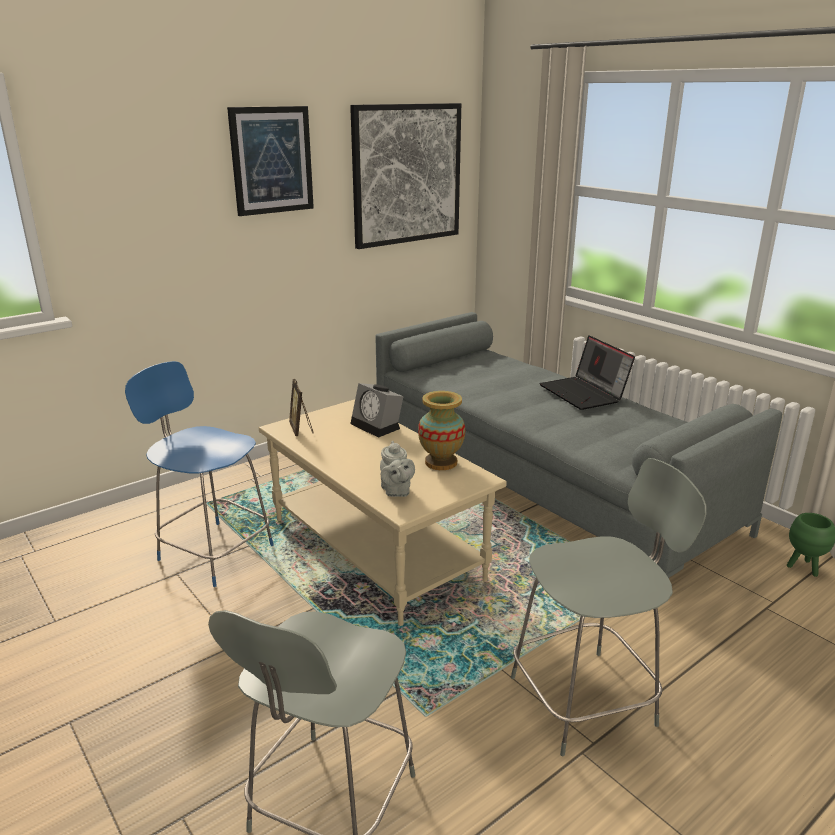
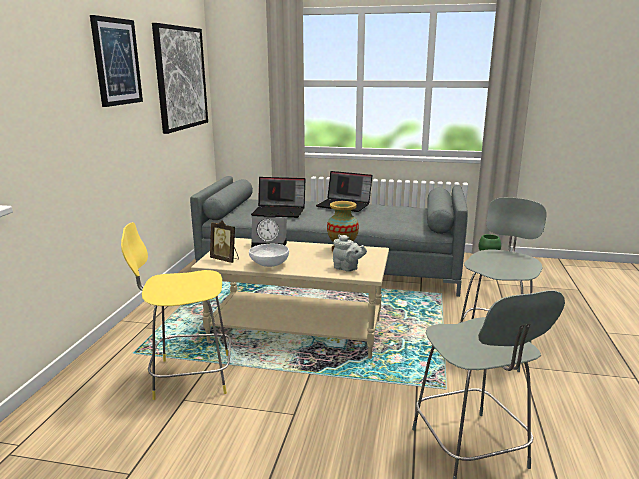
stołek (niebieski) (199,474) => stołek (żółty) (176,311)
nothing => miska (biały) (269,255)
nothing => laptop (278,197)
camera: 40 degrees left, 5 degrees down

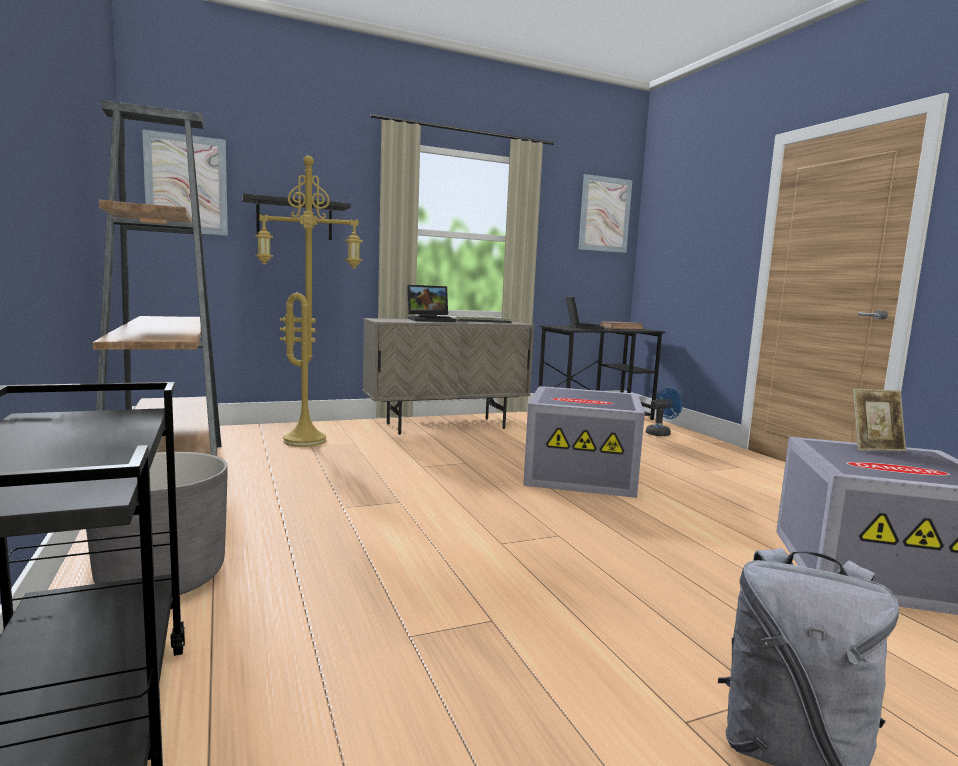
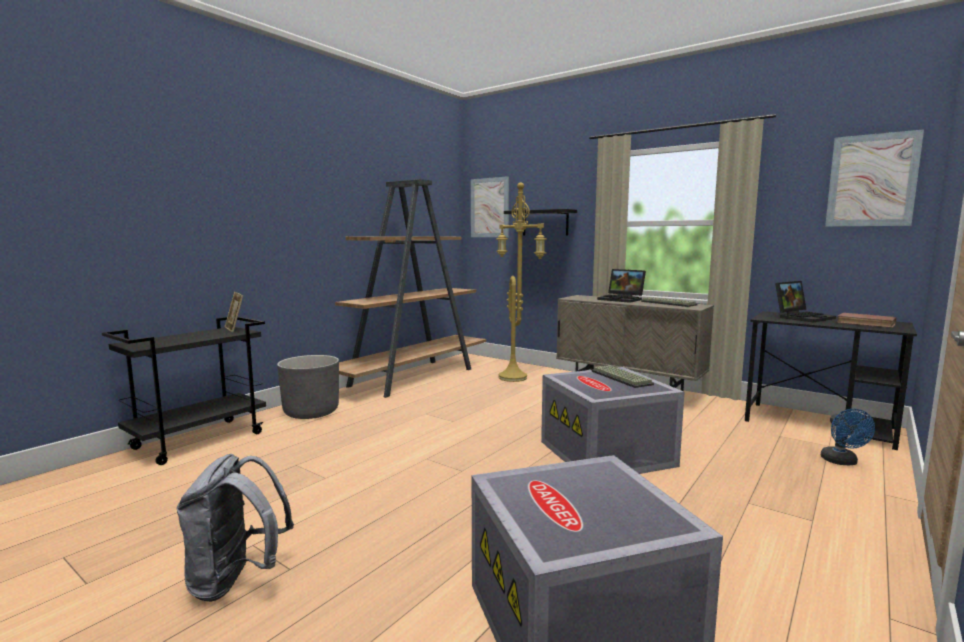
wentylator (niebieski) (664,412) => wentylator (niebieski) (848,437), 60 degrees clockwise
ramka na zdjęcie (879,420) => ramka na zdjęcie (234,312), moved
nothing => klawiatura (622,376)
camera: 60 degrees right, 0 degrees up

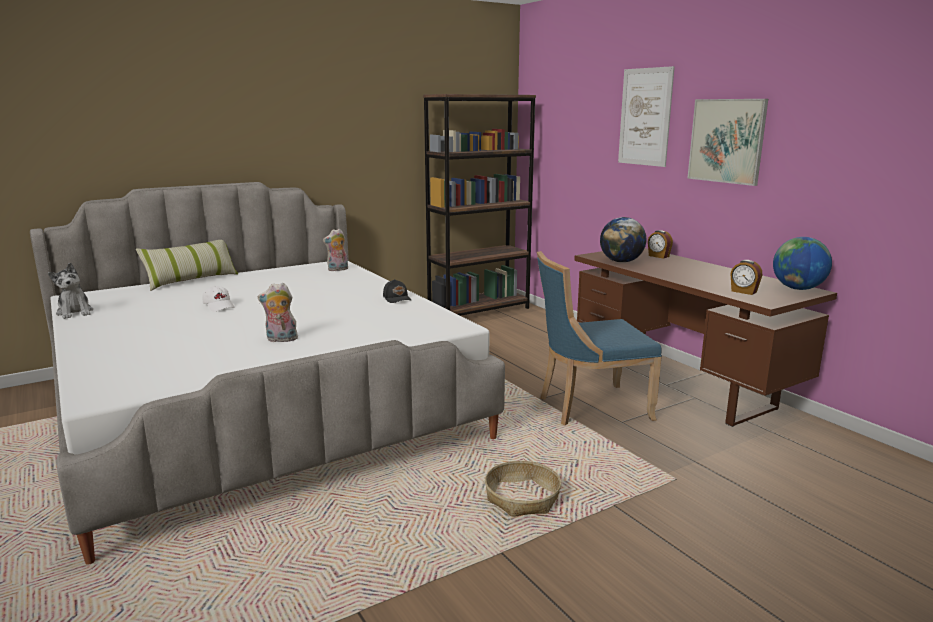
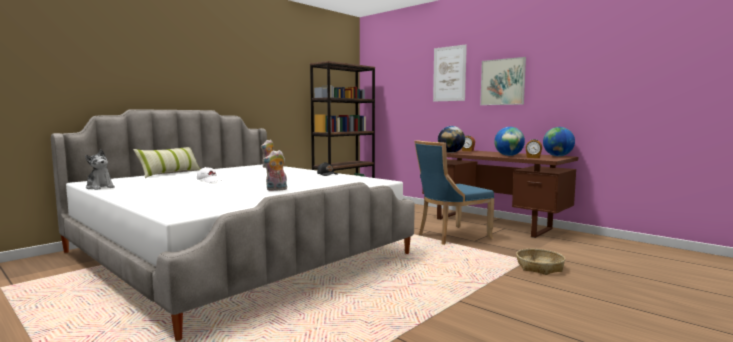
koszyk (523,489) => koszyk (540,262), moved
nothing => globus (509,141)
camera: 15 degrees left, 10 degrees down

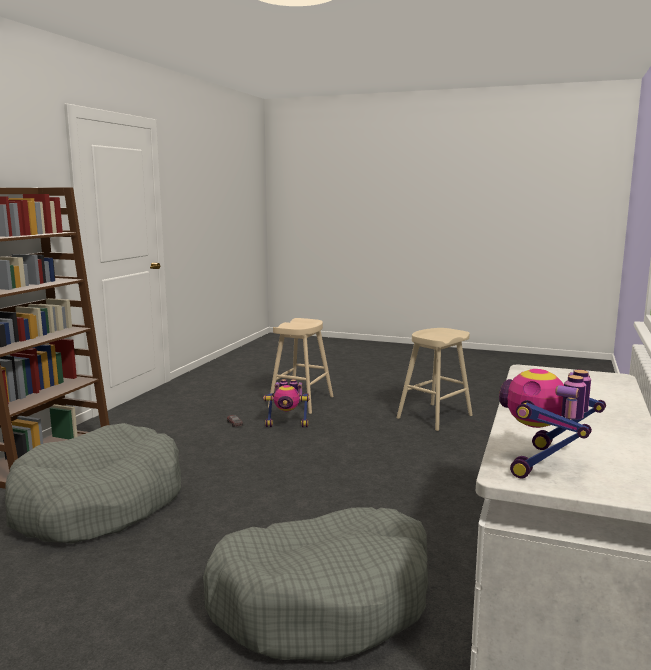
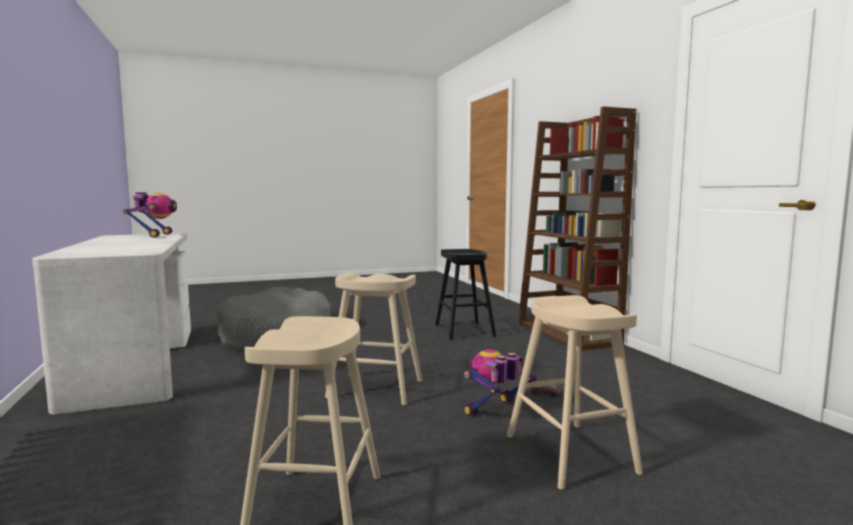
legowisko (szary) (93,483) => stołek (czarny) (465,294)
nothing => stołek (beżowy) (373,339)
camera: 140 degrees right, 5 degrees down

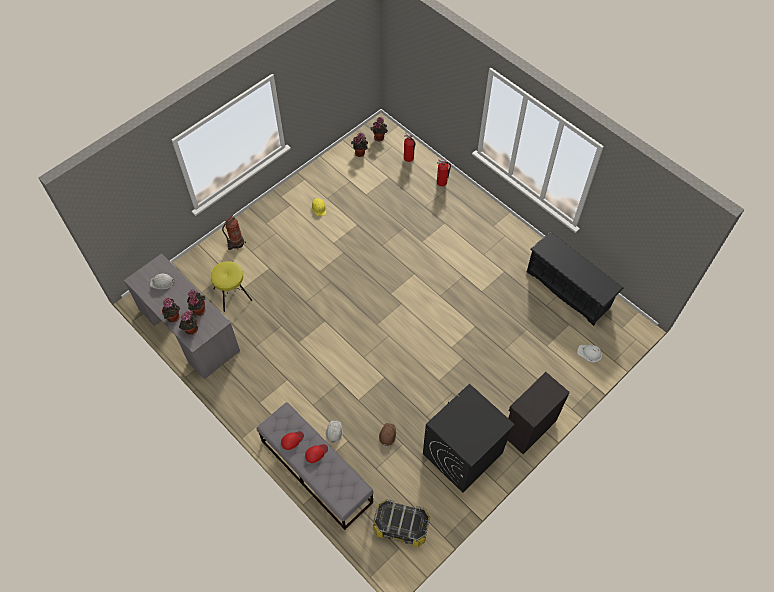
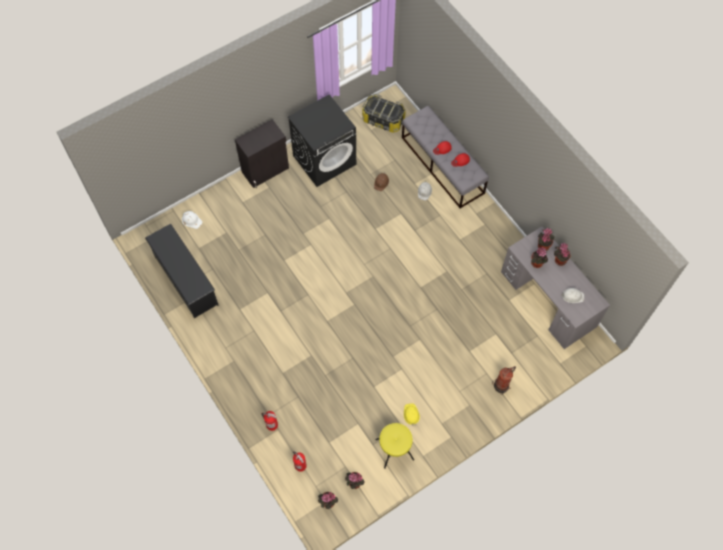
stołek (żółty) (231,286) => stołek (żółty) (394,446), moved
camera: 170 degrees left, 5 degrees up

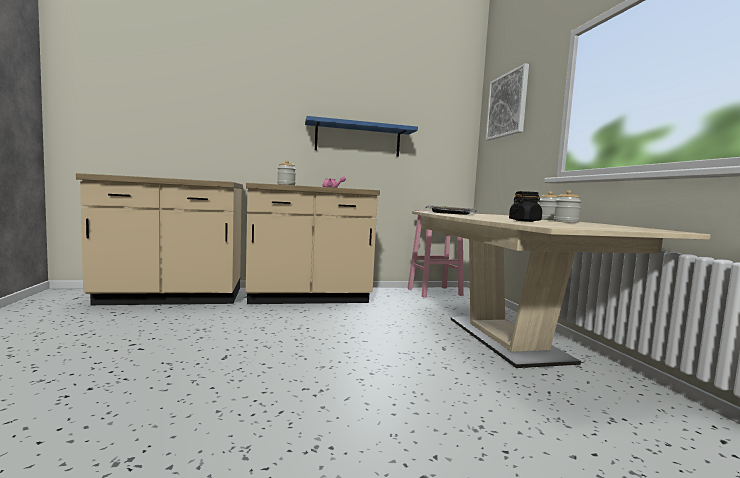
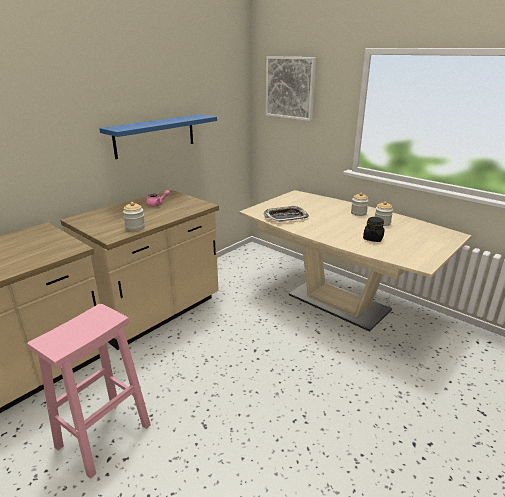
stołek (różowy) (435,254) => stołek (różowy) (89,391), moved
camera: 35 degrees left, 20 degrees up

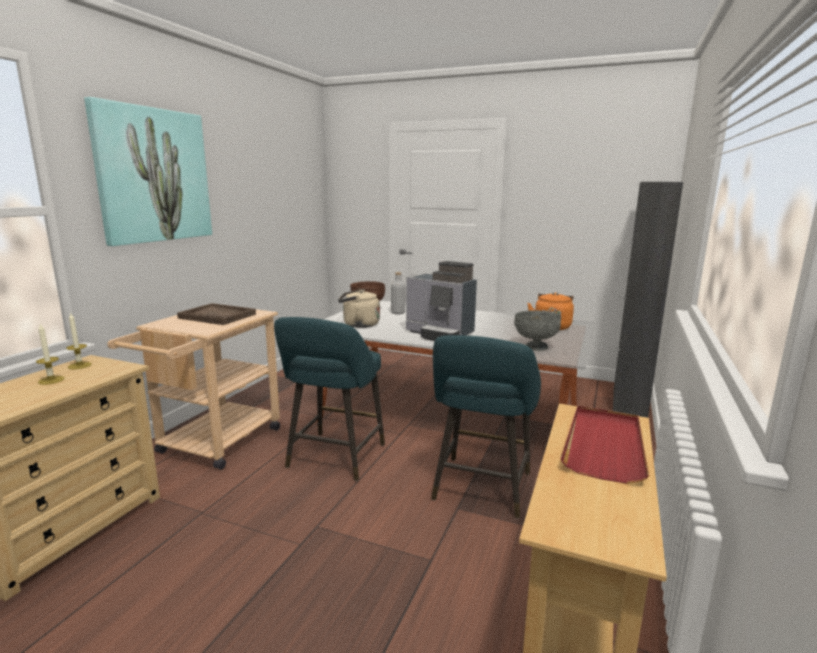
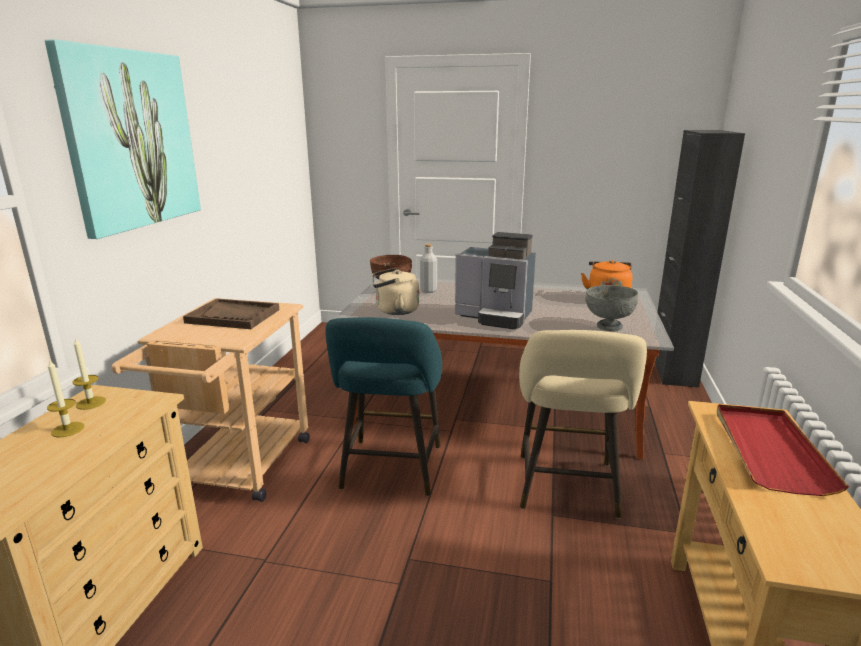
stołek (turkusowy) (486,427) => stołek (beżowy) (583,424)
camera: 10 degrees left, 5 degrees up

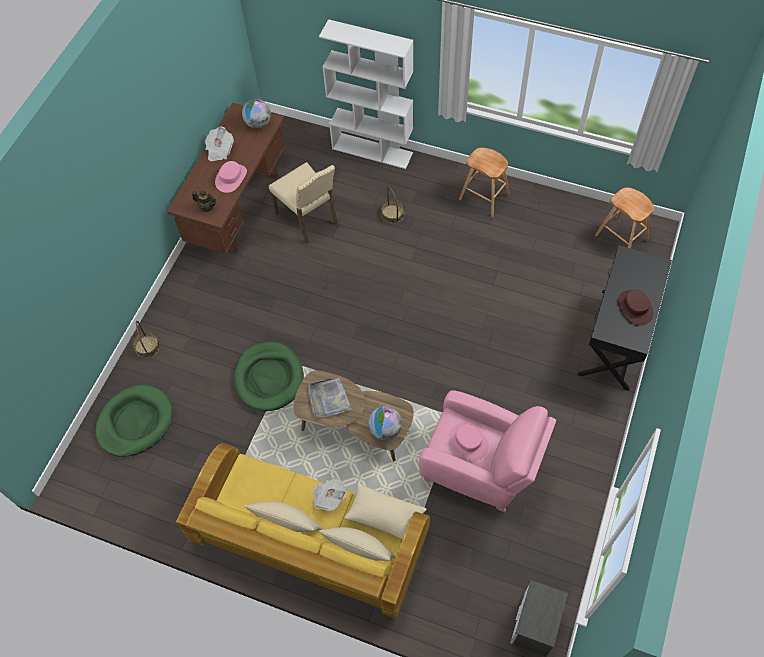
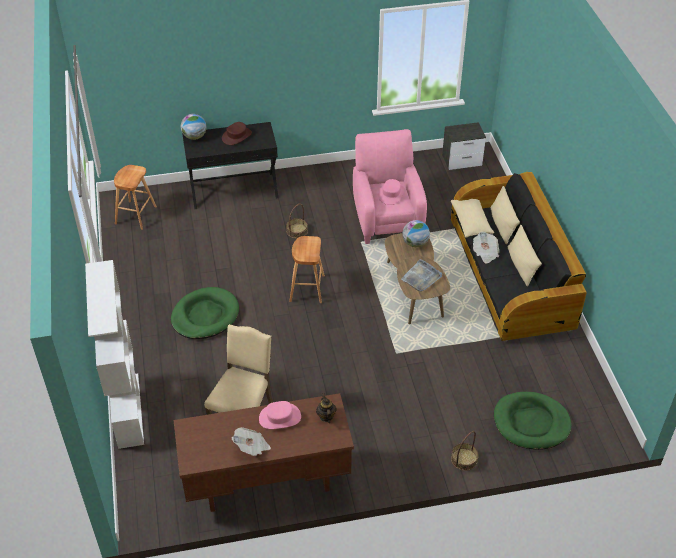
kanapa (żółty) (303,531) => kanapa (czarny) (519,257)
legowisko (zielony) (269,376) => legowisko (zielony) (205,313), moved
globus (256,114) => globus (194,127), moved
koszyk (393,205) => koszyk (297,221), moved
stołek (brązowy) (484,182) => stołek (brązowy) (307,269), moved
camera: 125 degrees left, 15 degrees down

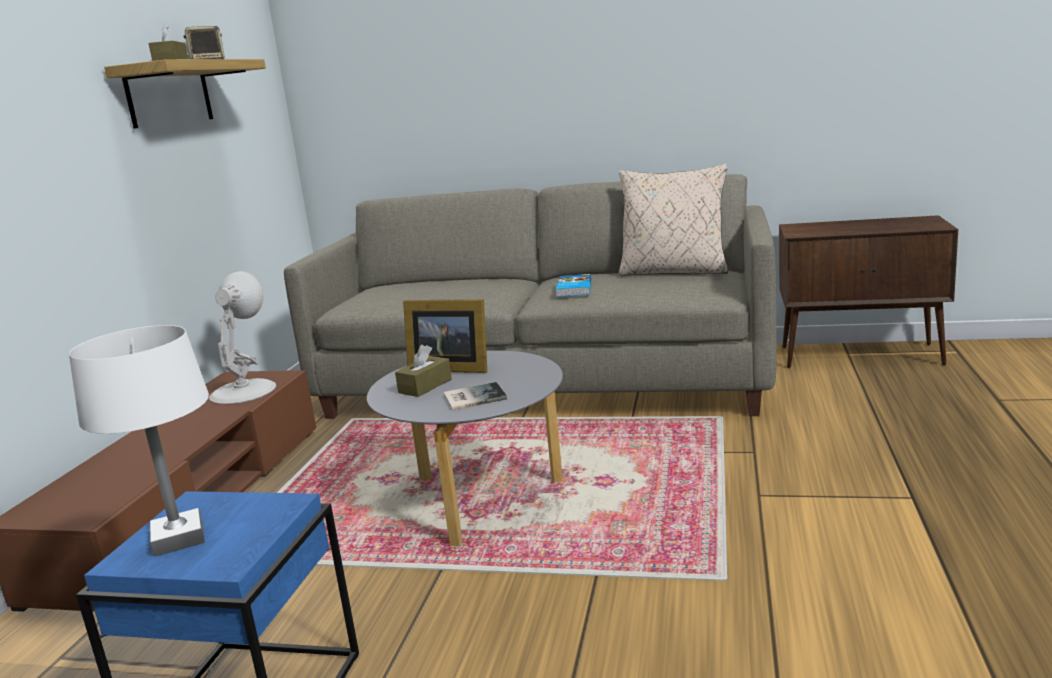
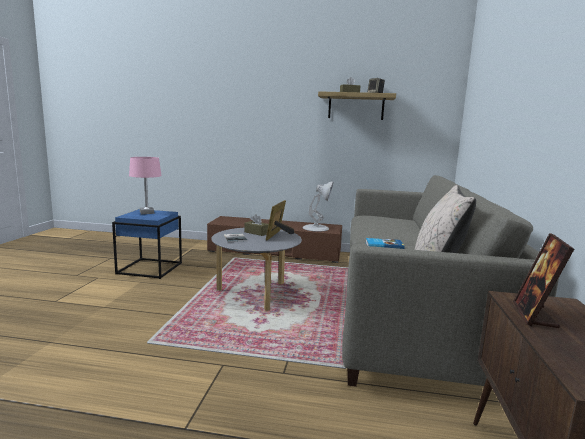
lampa stołowa (biały) (139,441) => lampa stołowa (różowy) (145,185)
nothing => ramka na zdjęcie (543,280)
camera: 85 degrees right, 5 degrees down

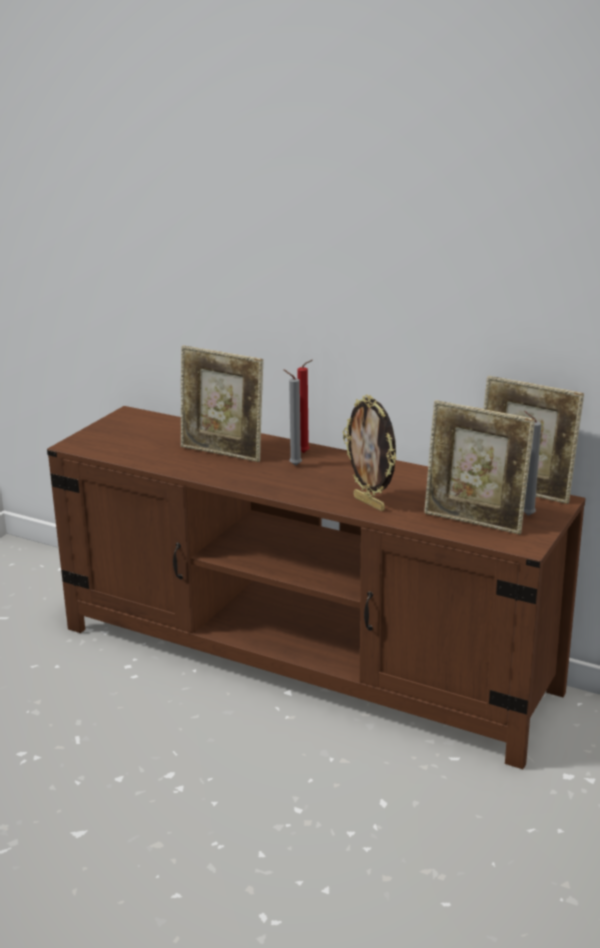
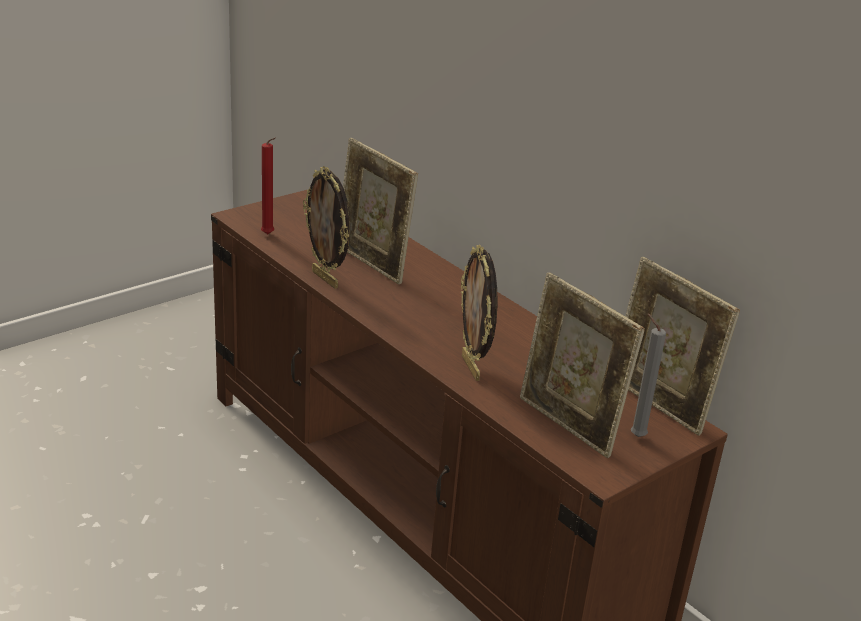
świeca (szary) (293,418) => nothing
świeca (czerwony) (305,406) => świeca (czerwony) (268,185), moved
nothing => ramka na zdjęcie (326,227)
camera: 20 degrees right, 5 degrees up

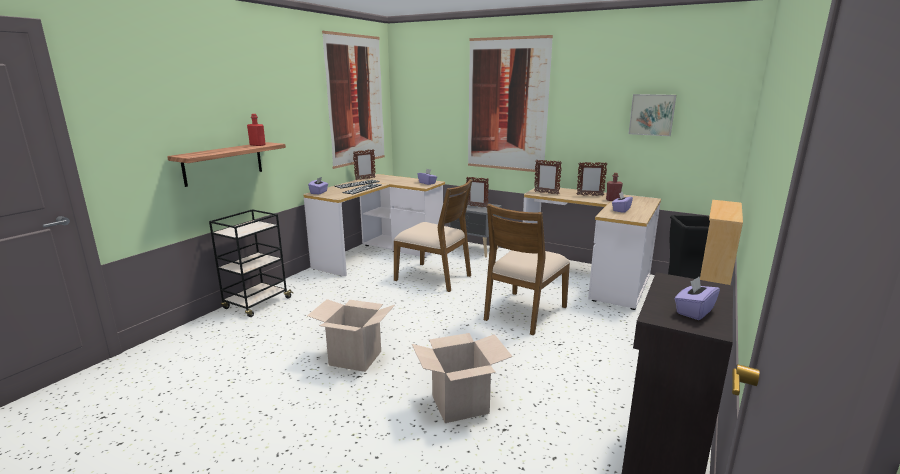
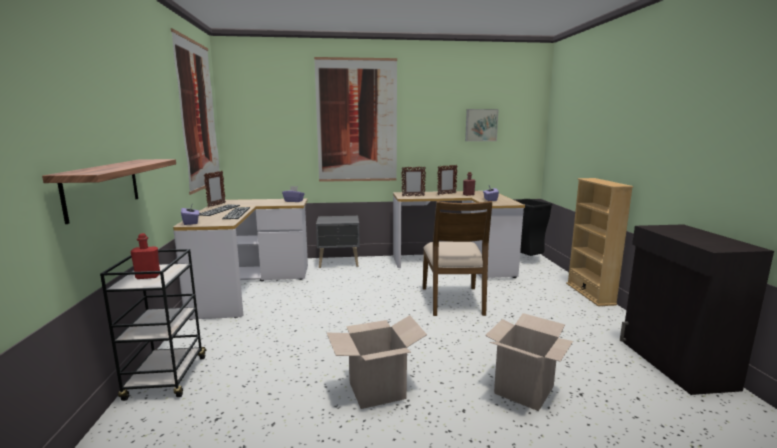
butelka (czerwony) (256,130) => butelka (czerwony) (145,256), moved
krzesło (brązowy) (433,236) => nothing
ramka na zdjęcie (477,192) => nothing
pudełko chusteczek (fioletowy) (697,298) => nothing
camera: 35 degrees left, 5 degrees down

